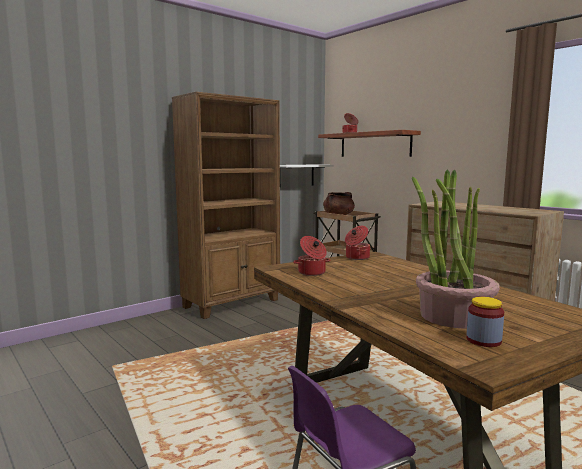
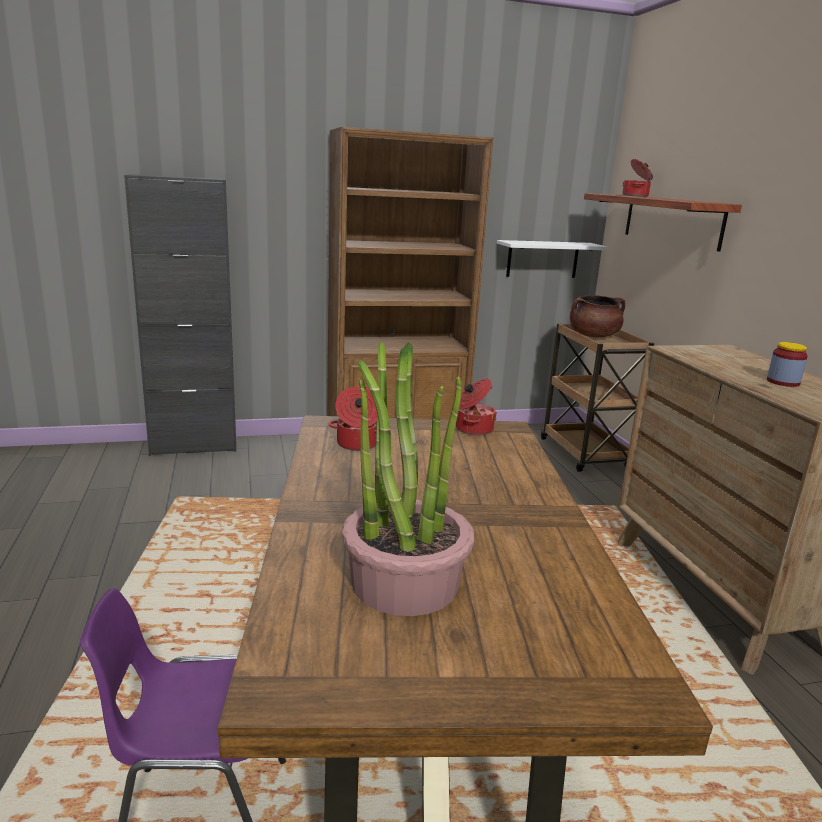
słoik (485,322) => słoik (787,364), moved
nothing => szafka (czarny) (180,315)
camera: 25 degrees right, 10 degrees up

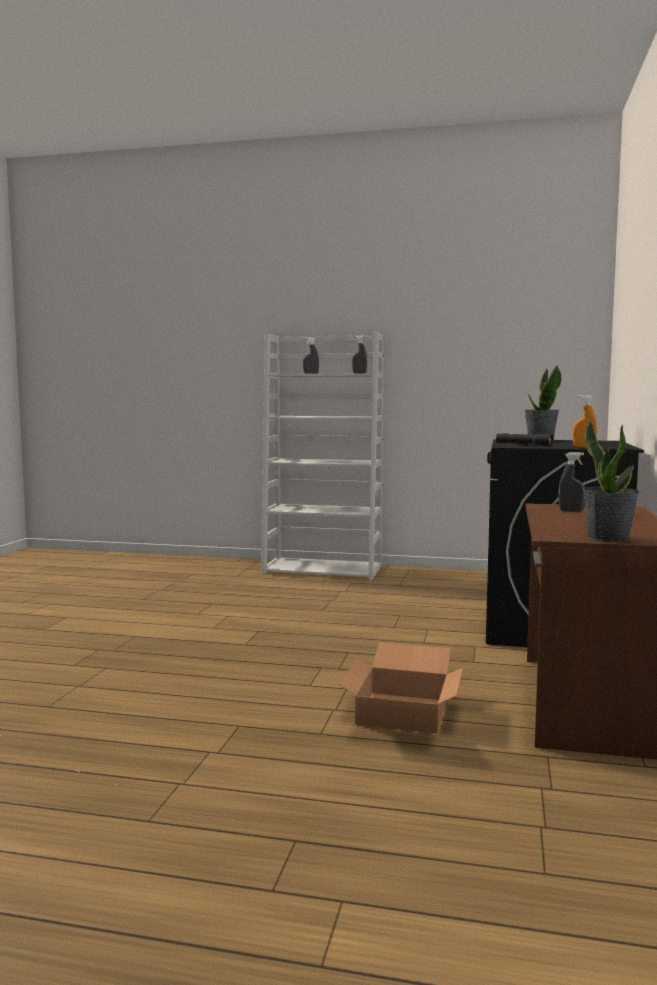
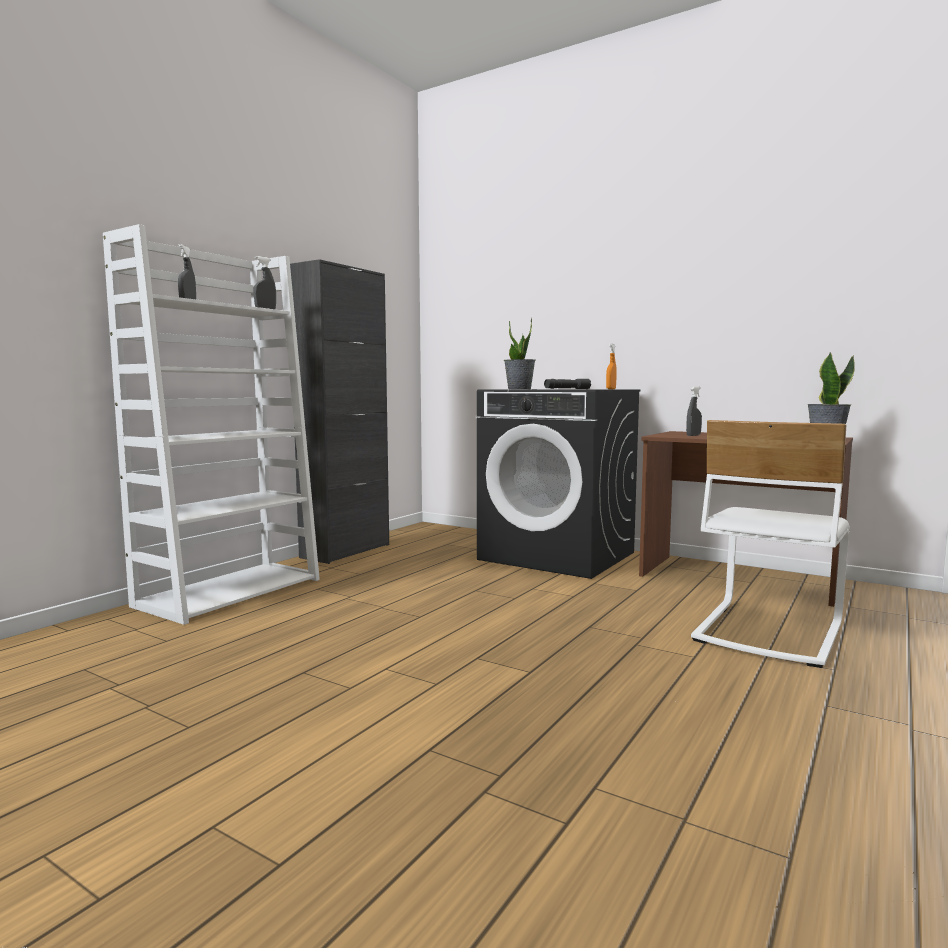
karton (401,688) => krzesło (biały) (770,544)
nothing => szafka (czarny) (339,411)
camera: 70 degrees left, 0 degrees up

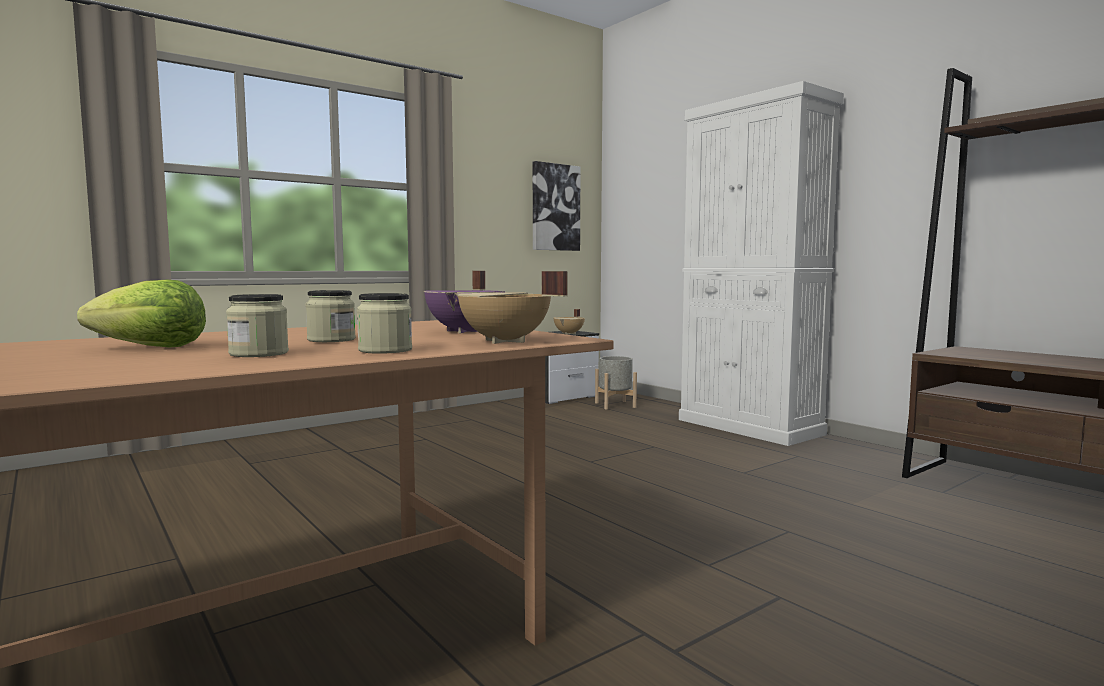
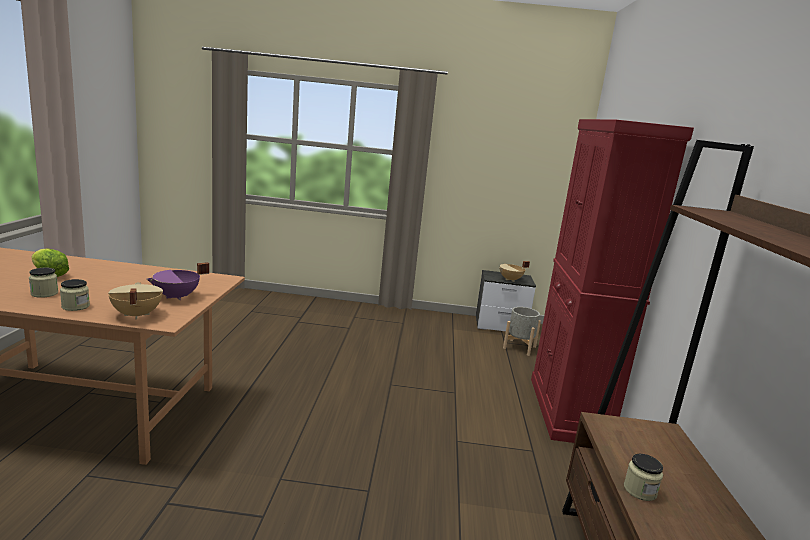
słoik (331,316) => słoik (643,477), moved
obraz (556,206) => nothing
szafka (biały) (761,263) => szafka (czerwony) (612,281)
camera: 40 degrees right, 10 degrees up

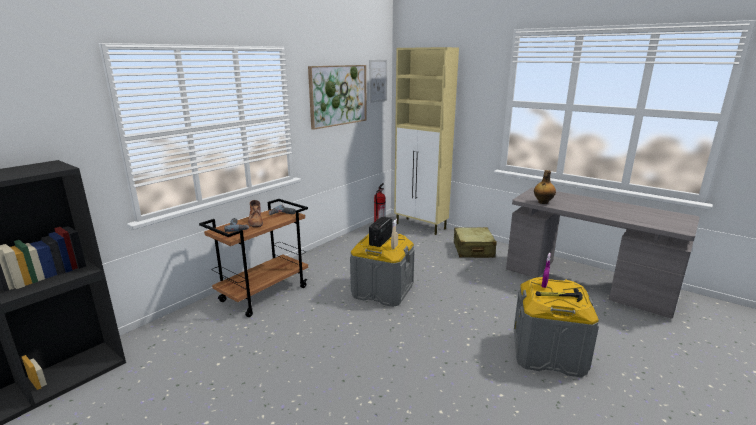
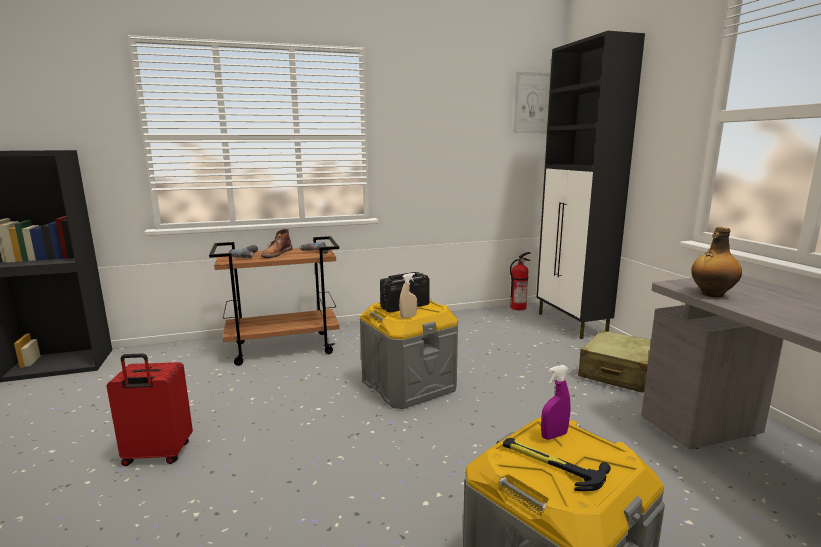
obraz (337,97) => nothing
szafka (beżowy) (426,141) => szafka (czarny) (590,185)
nothing => walizka (czerwony) (149,410)
camera: 35 degrees right, 5 degrees down

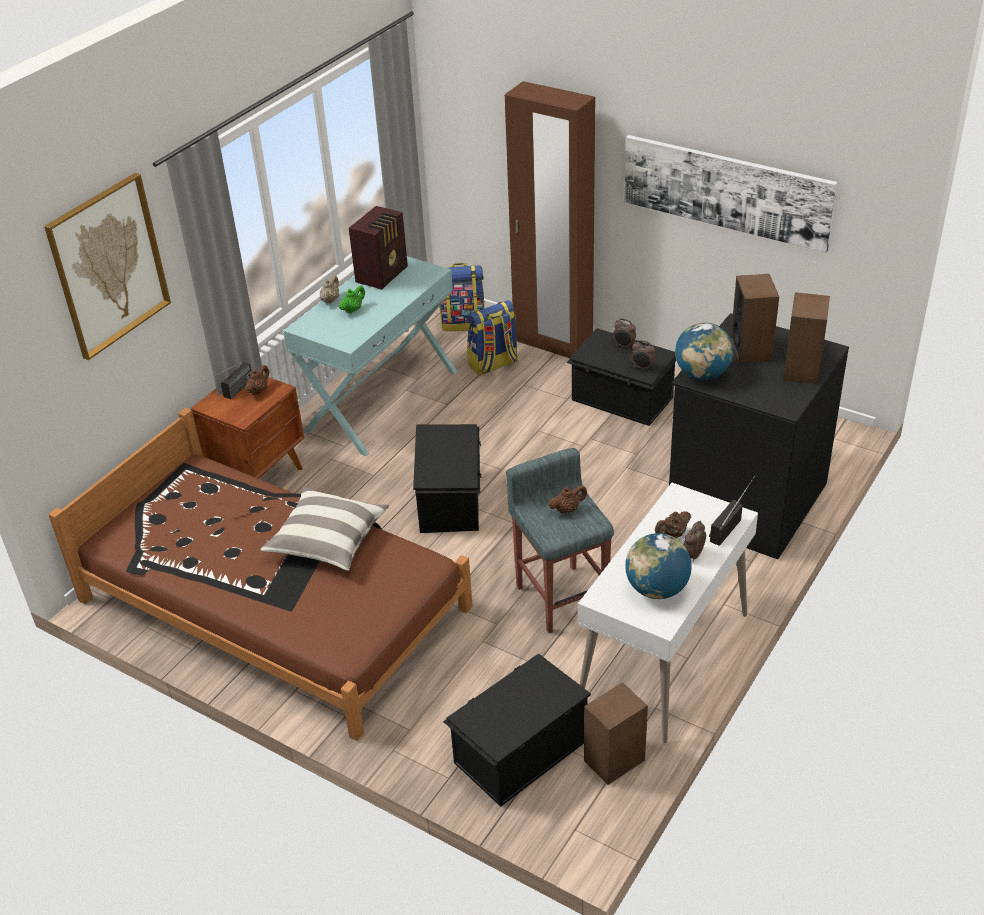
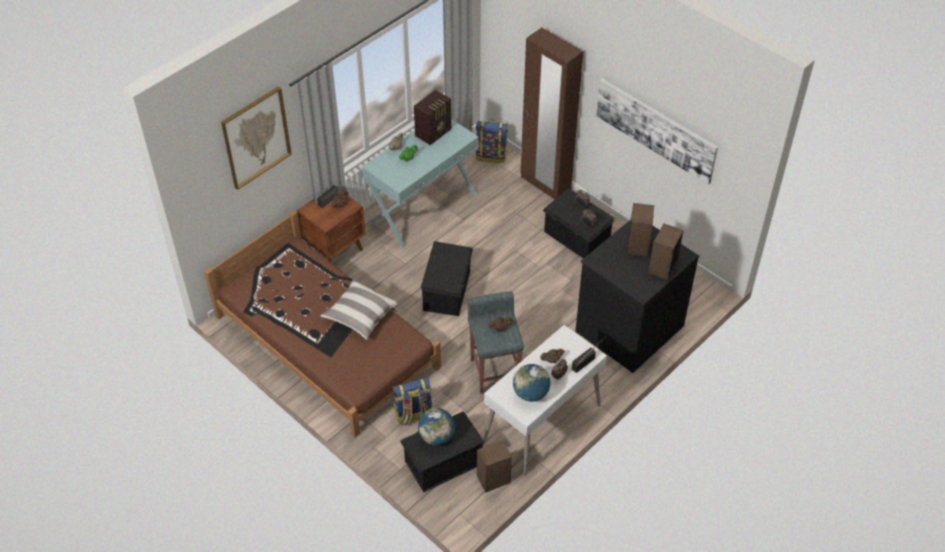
plecak (492,338) => plecak (412,401), moved
globus (704,351) => globus (436,426), moved
camera: 10 degrees right, 10 degrees up

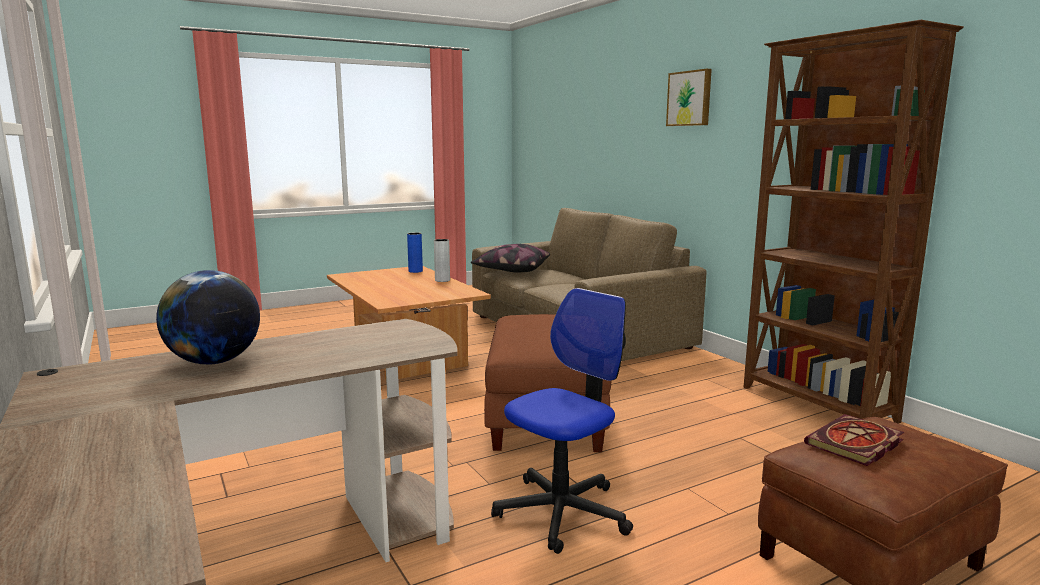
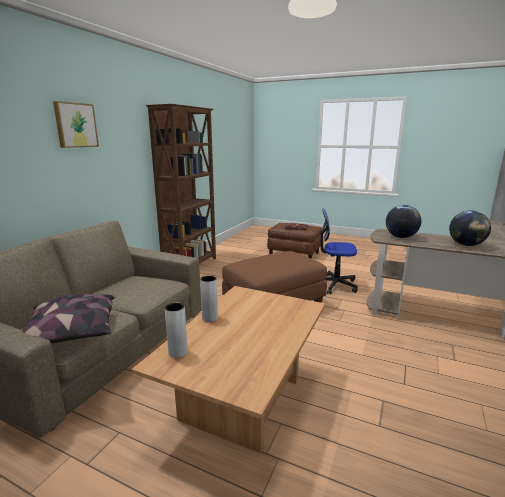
wazon (niebieski) (415,252) => wazon (szary) (176,330)
nothing => globus (403,221)
camera: 125 degrees left, 5 degrees up

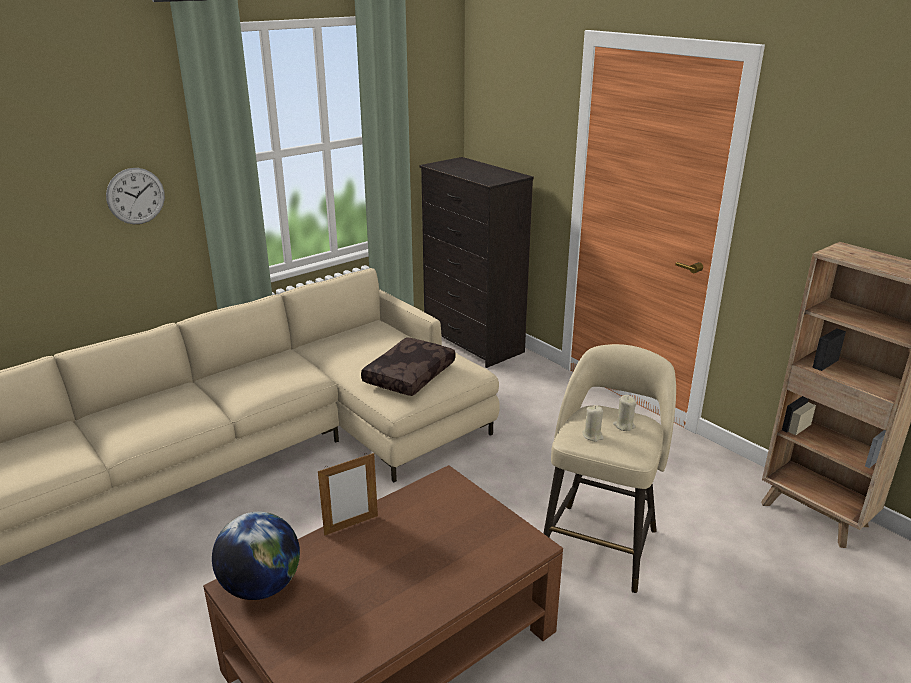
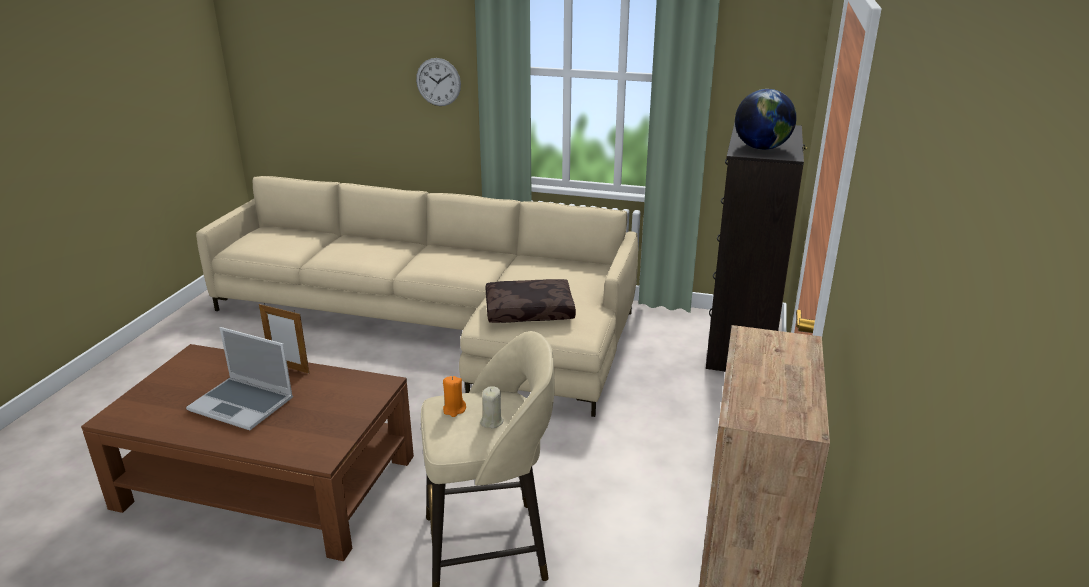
globus (256,555) => globus (766,119), moved
świeca (beżowy) (593,423) => świeca (pomarańczowy) (454,396)
nothing => laptop (239,378)
camera: 55 degrees right, 0 degrees up

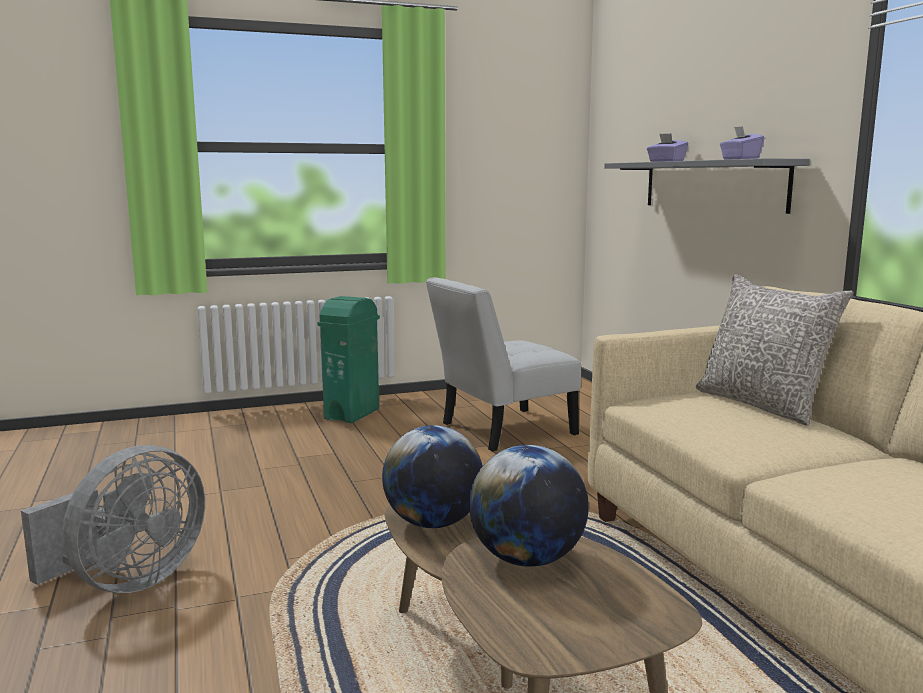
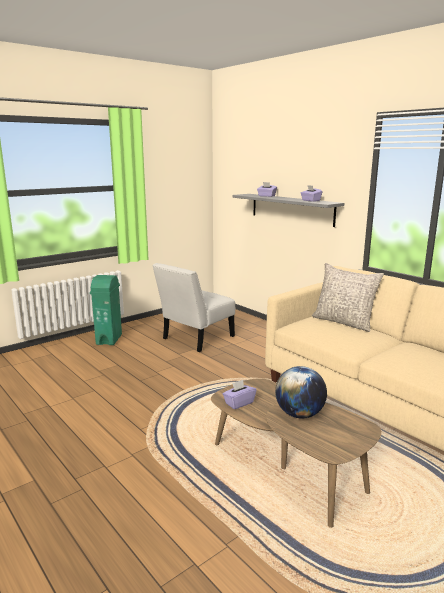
wentylator (szary) (113,519) => nothing
globus (432,476) => pudełko chusteczek (fioletowy) (239,394)
camera: 20 degrees left, 5 degrees up

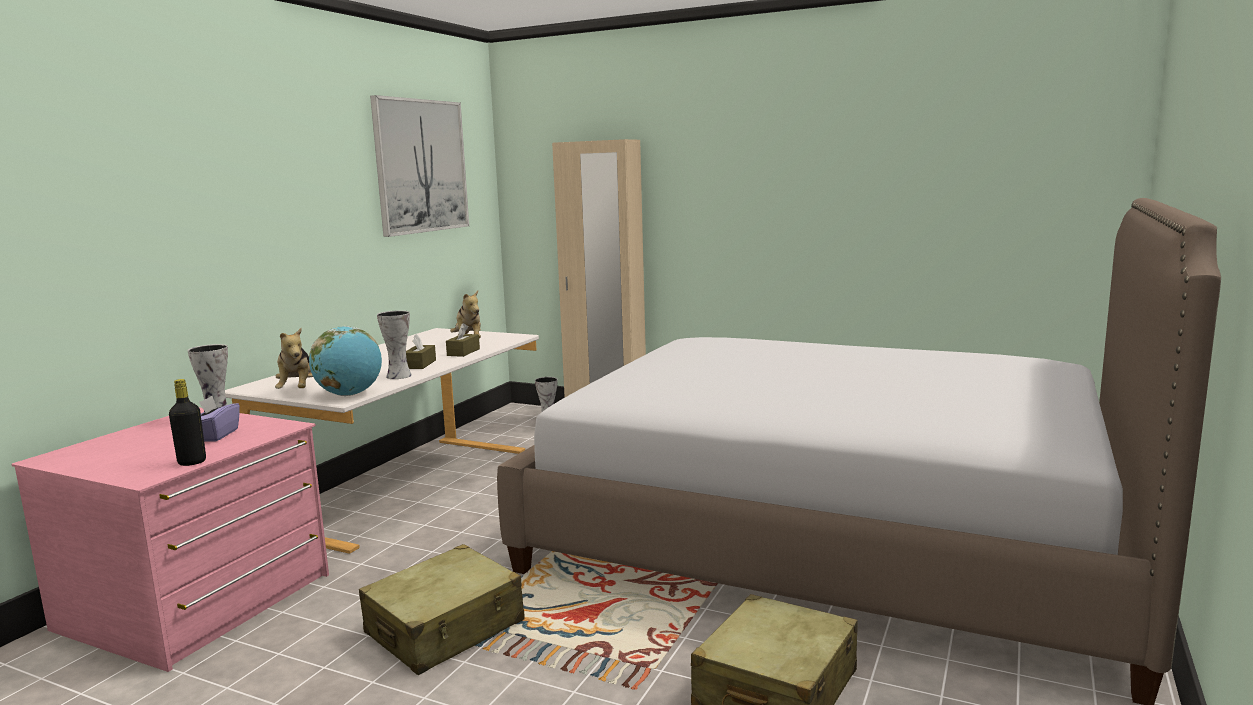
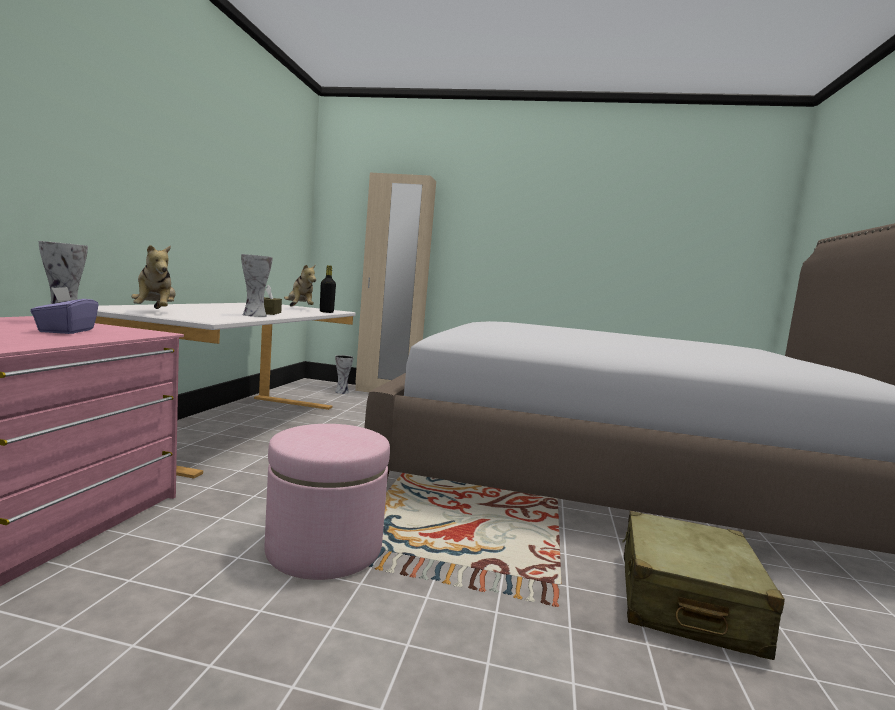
butelka (czarny) (187,422) => butelka (czarny) (328,289), moved
globus (345,361) => nothing
walizka (beżowy) (442,609) => pufa (różowy) (327,502)
obraz (419,166) => nothing
pudełko chusteczek (brązowy) (463,340) => nothing
camera: 15 degrees left, 5 degrees down

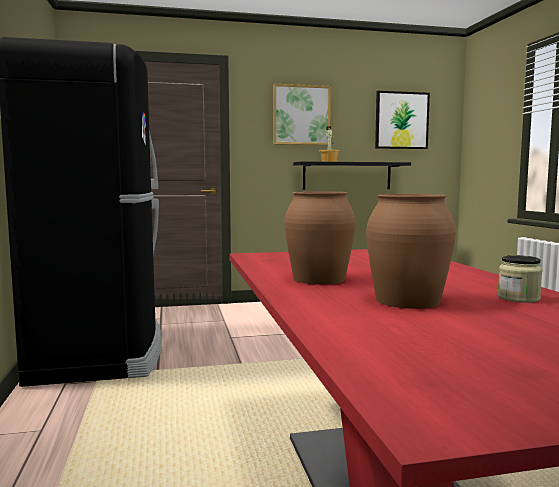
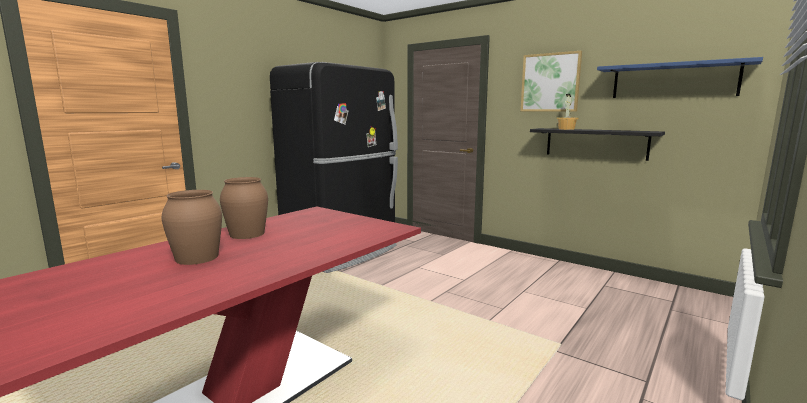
obraz (402,120) => półka (niebieski) (680,77)
słoik (520,279) => nothing
camera: 50 degrees right, 5 degrees up

